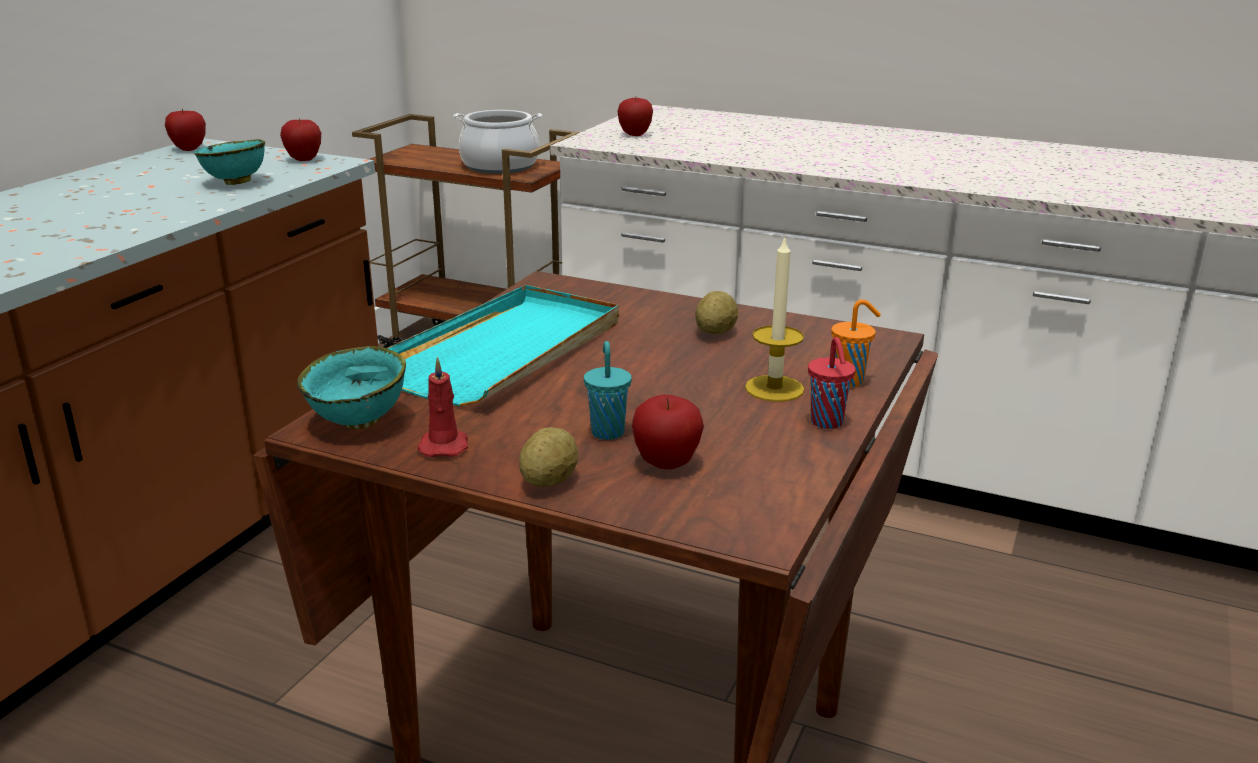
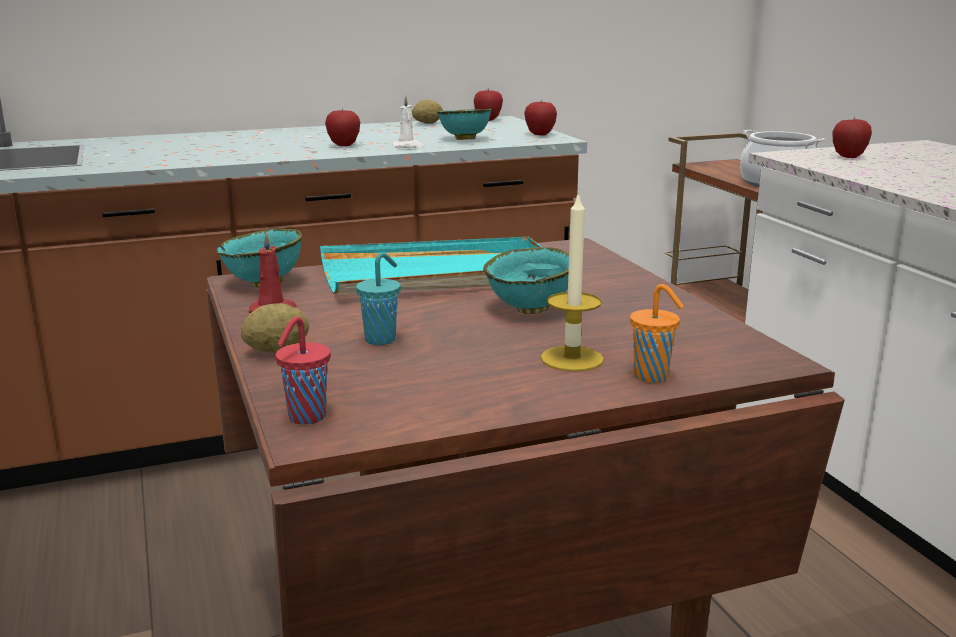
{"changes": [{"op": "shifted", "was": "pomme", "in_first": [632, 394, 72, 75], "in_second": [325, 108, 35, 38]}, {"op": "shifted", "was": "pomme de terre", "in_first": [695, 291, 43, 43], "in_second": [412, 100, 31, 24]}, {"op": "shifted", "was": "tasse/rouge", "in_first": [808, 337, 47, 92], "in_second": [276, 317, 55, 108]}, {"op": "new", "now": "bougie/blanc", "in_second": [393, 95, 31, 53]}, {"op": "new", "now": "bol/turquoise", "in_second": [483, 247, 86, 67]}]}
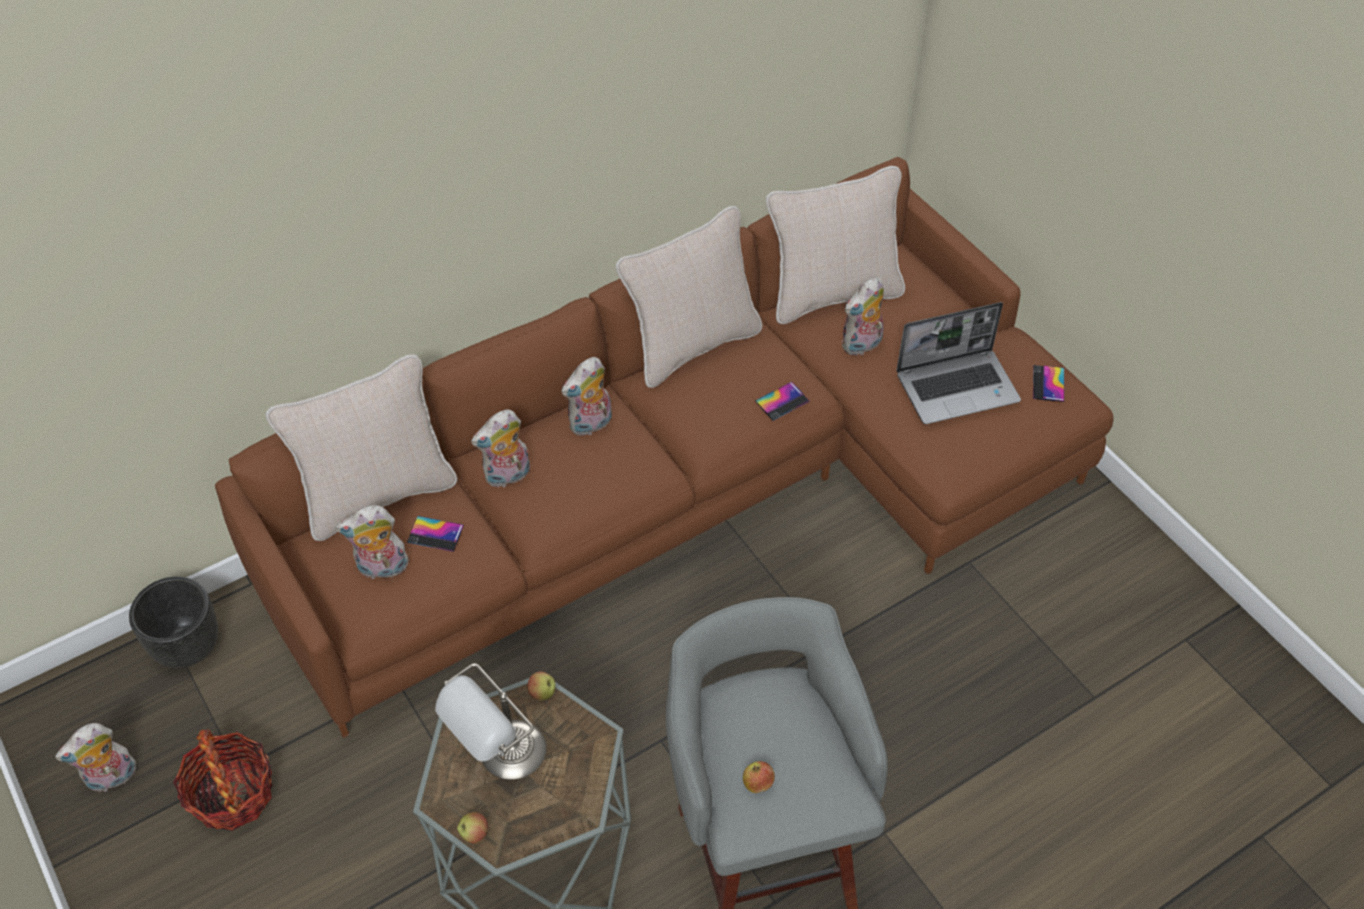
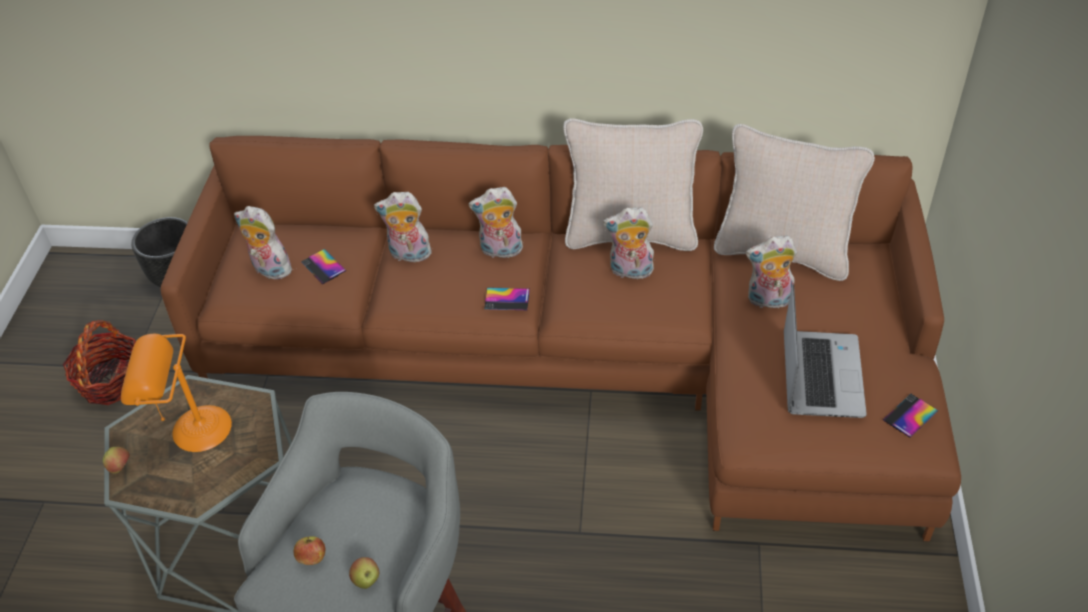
{"changes": [{"op": "shifted", "was": "peluche", "in_first": [55, 723, 81, 69], "in_second": [603, 207, 52, 72]}, {"op": "gone", "was": "coussin/beige", "in_first": [266, 354, 191, 187]}, {"op": "repainted", "was": "lampe de table/blanc", "now": "lampe de table/orange", "in_first": [435, 663, 112, 117], "in_second": [121, 334, 111, 118]}, {"op": "shifted", "was": "pomme", "in_first": [527, 671, 28, 29], "in_second": [349, 557, 30, 32]}, {"op": "shifted", "was": "téléphone", "in_first": [755, 381, 55, 40], "in_second": [484, 287, 46, 23]}, {"op": "rotated", "was": "ordinateur portable", "in_first": [896, 302, 125, 122], "in_second": [784, 284, 83, 134], "clockwise": -105}]}
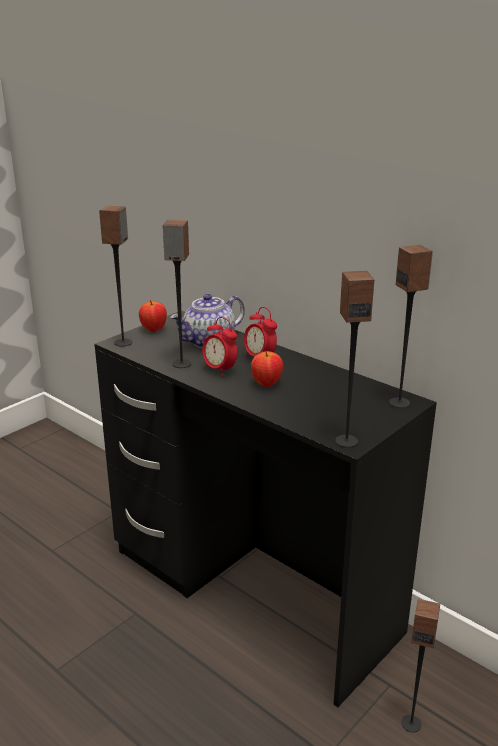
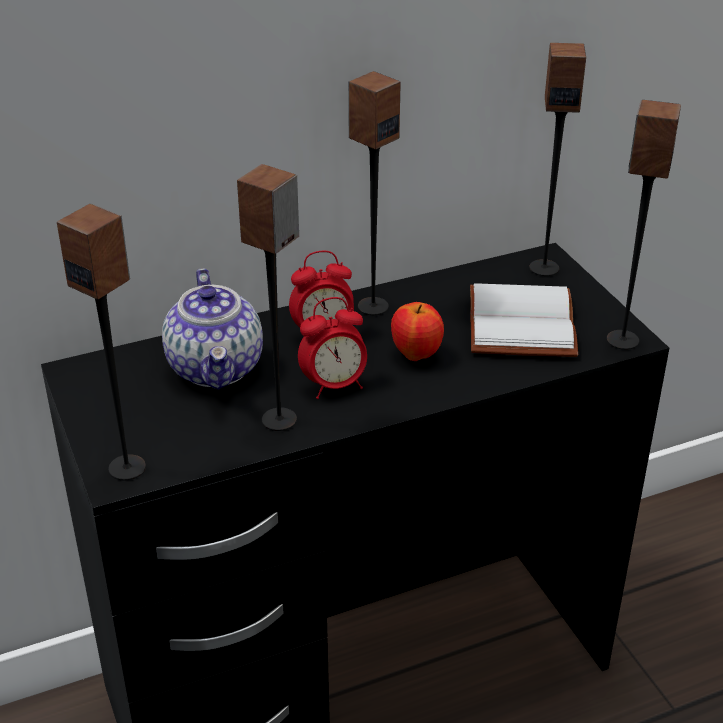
{"changes": [{"op": "gone", "was": "pomme", "in_first": [139, 300, 28, 32]}, {"op": "shifted", "was": "enceinte", "in_first": [401, 599, 39, 133], "in_second": [348, 71, 53, 244]}, {"op": "new", "now": "livre/blanc", "in_second": [470, 283, 108, 74]}]}
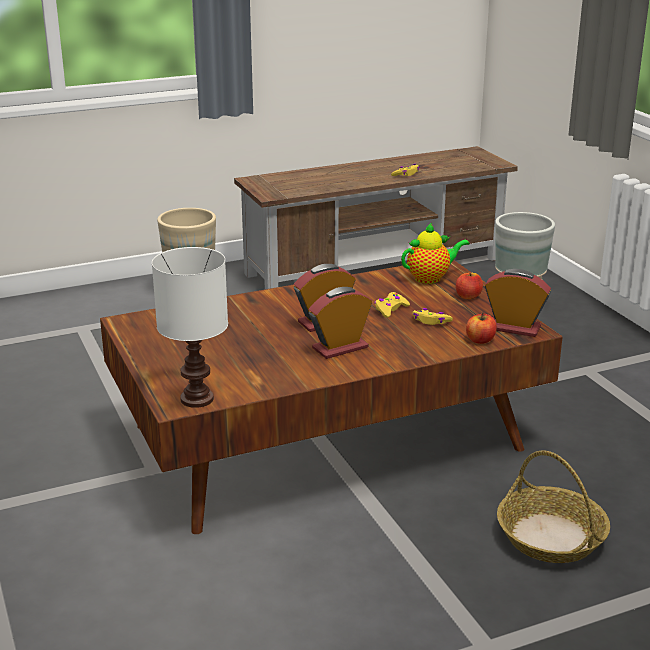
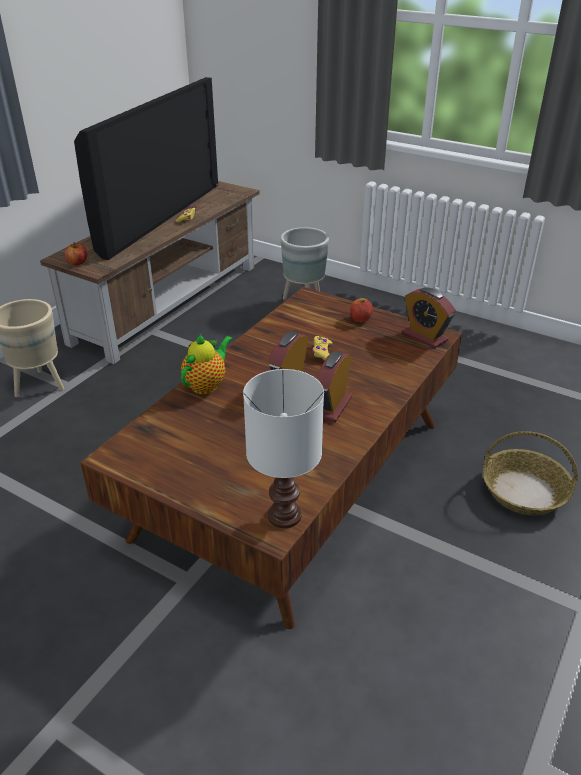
{"changes": [{"op": "shifted", "was": "théière", "in_first": [401, 223, 69, 61], "in_second": [181, 334, 52, 60]}, {"op": "gone", "was": "manette/jaune", "in_first": [413, 308, 40, 17]}, {"op": "shifted", "was": "pomme", "in_first": [466, 312, 31, 32], "in_second": [65, 242, 22, 23]}, {"op": "rotated", "was": "réveil", "in_first": [485, 269, 66, 68], "in_second": [403, 287, 53, 61], "clockwise": -120}, {"op": "new", "now": "téléviseur", "in_second": [74, 77, 144, 183]}]}
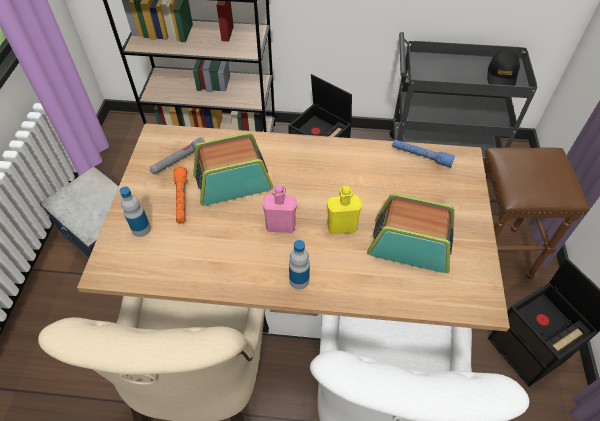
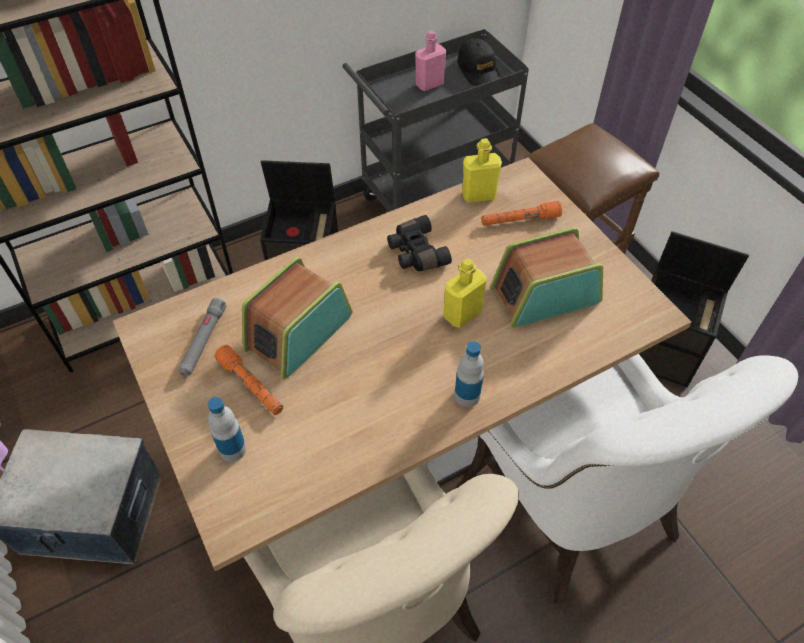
{"changes": [{"op": "shifted", "was": "bouteille/rose", "in_first": [262, 185, 35, 48], "in_second": [415, 31, 31, 60]}, {"op": "swapped", "was": "lampe de poche/bleu", "now": "bouteille/jaune", "in_first": [392, 140, 63, 28], "in_second": [462, 138, 40, 65]}, {"op": "new", "now": "jumelles/noir", "in_second": [387, 215, 65, 56]}, {"op": "new", "now": "lampe de poche/orange", "in_second": [481, 201, 81, 25]}]}
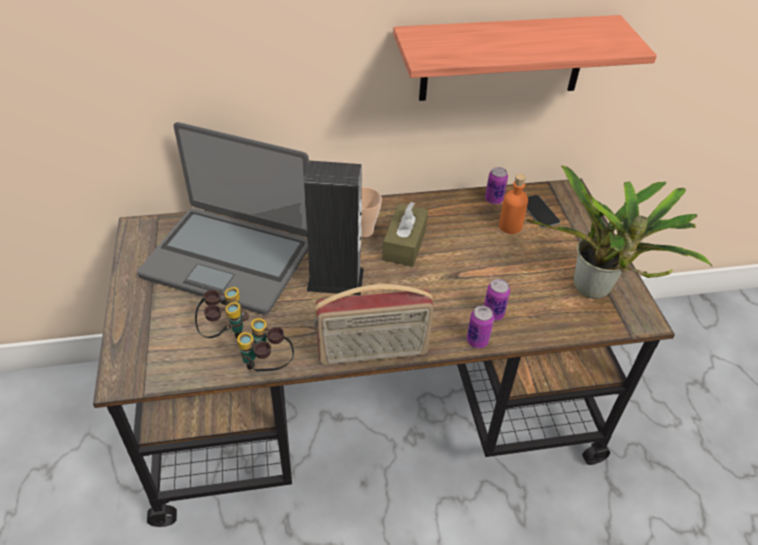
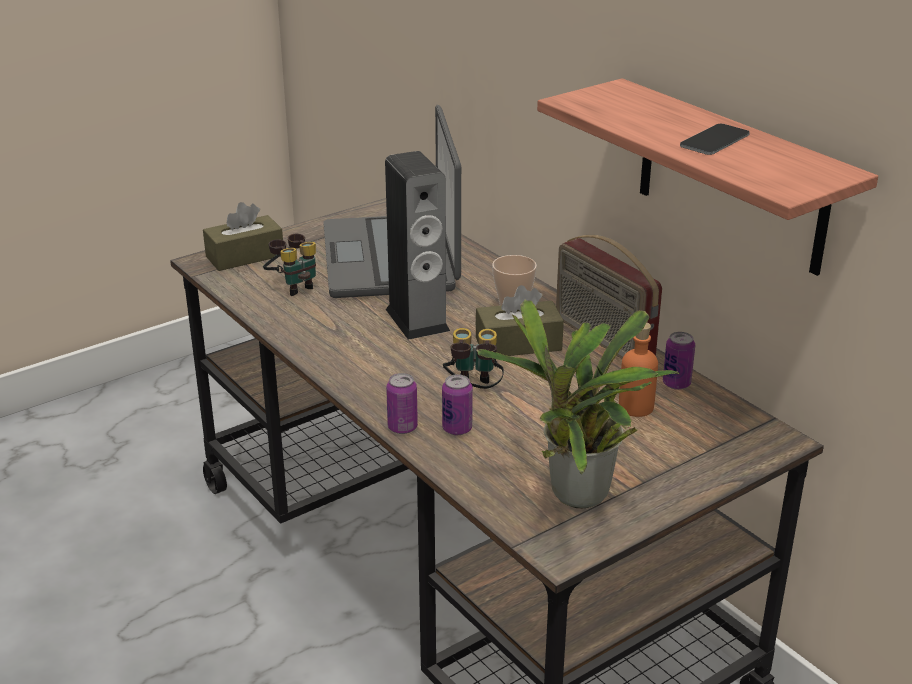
{"changes": [{"op": "shifted", "was": "jumelles", "in_first": [237, 318, 57, 53], "in_second": [443, 328, 61, 61]}, {"op": "shifted", "was": "radio", "in_first": [314, 284, 119, 81], "in_second": [556, 235, 106, 124]}, {"op": "shifted", "was": "téléphone", "in_first": [526, 195, 34, 33], "in_second": [680, 124, 70, 31]}, {"op": "new", "now": "boîte à mouchoirs/marron", "in_second": [203, 202, 80, 69]}]}
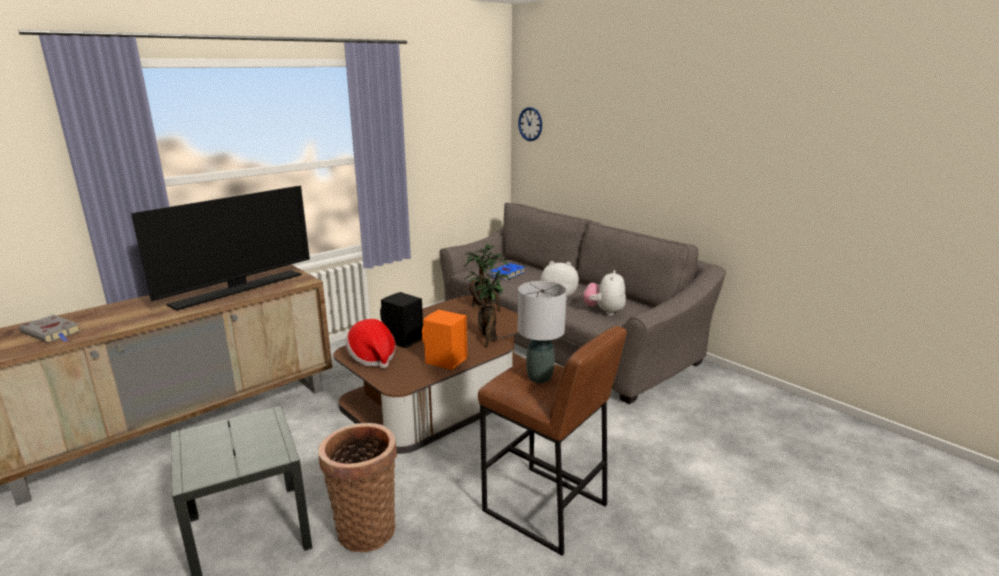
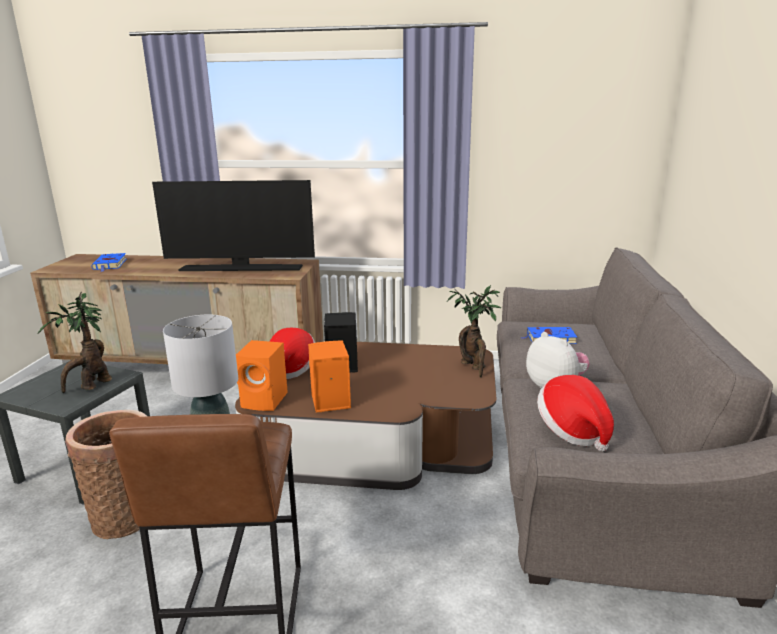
{"changes": [{"op": "repainted", "was": "livre/gris", "now": "livre/bleu", "in_first": [19, 315, 62, 28], "in_second": [92, 253, 35, 19]}, {"op": "shifted", "was": "plante en pot", "in_first": [464, 270, 47, 77], "in_second": [38, 292, 74, 101]}, {"op": "gone", "was": "horloge murale", "in_first": [518, 107, 24, 34]}, {"op": "swapped", "was": "peluche", "now": "chapeau", "in_first": [583, 270, 43, 45], "in_second": [537, 375, 77, 76]}, {"op": "new", "now": "enceinte/orange", "in_second": [236, 340, 52, 71]}]}
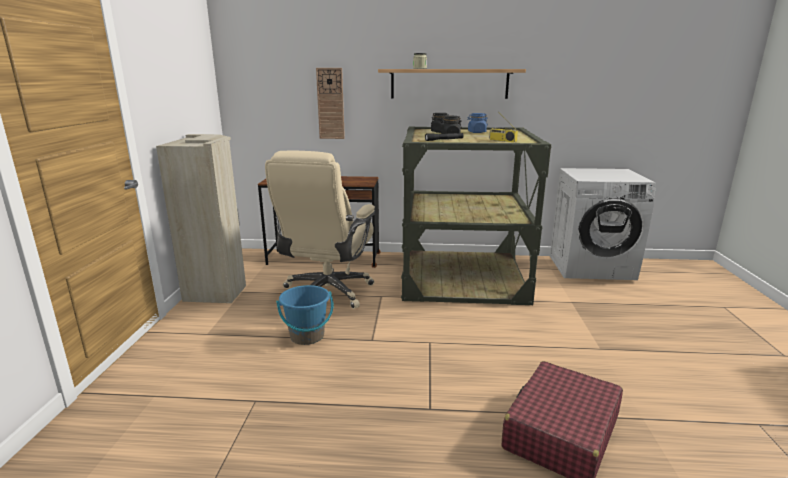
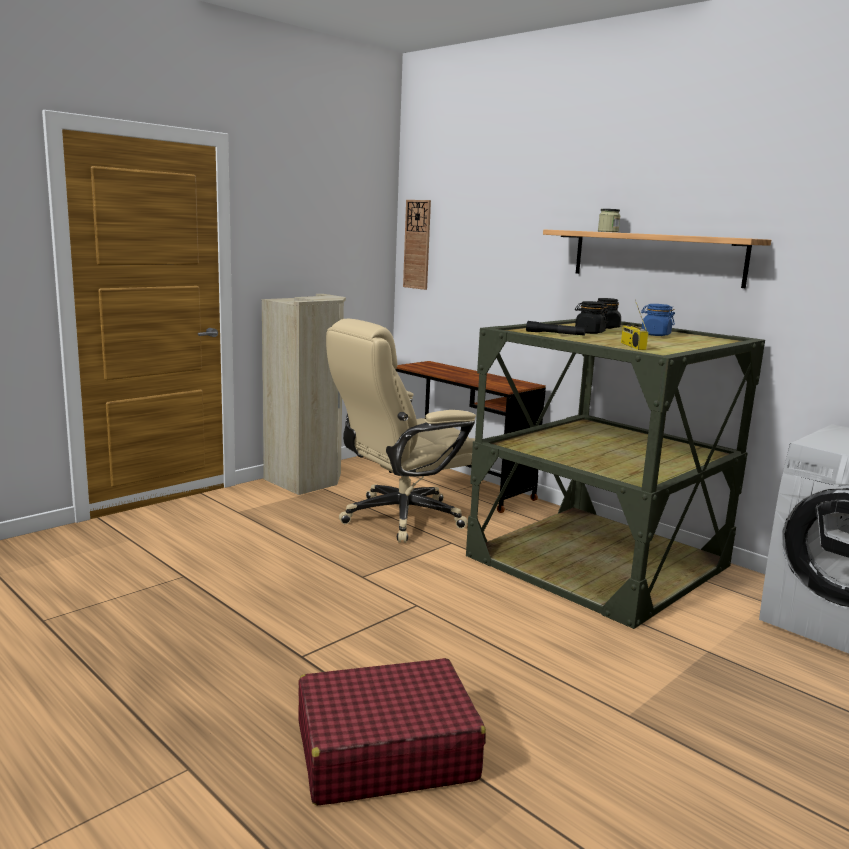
{"changes": [{"op": "gone", "was": "seau/bleu", "in_first": [276, 285, 58, 60]}, {"op": "shifted", "was": "horloge murale", "in_first": [316, 68, 29, 71], "in_second": [403, 200, 28, 90]}]}
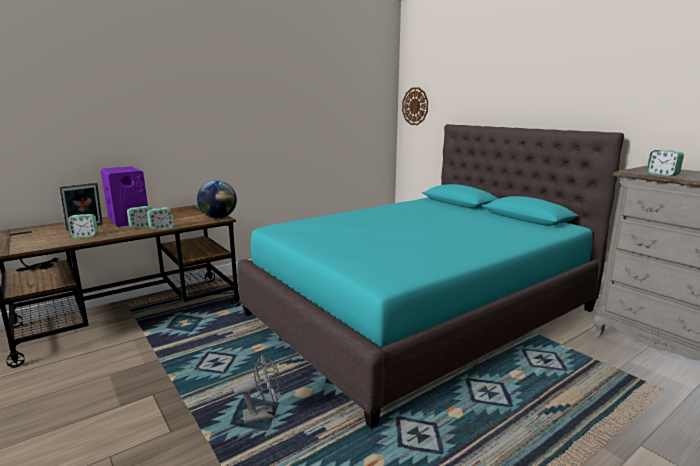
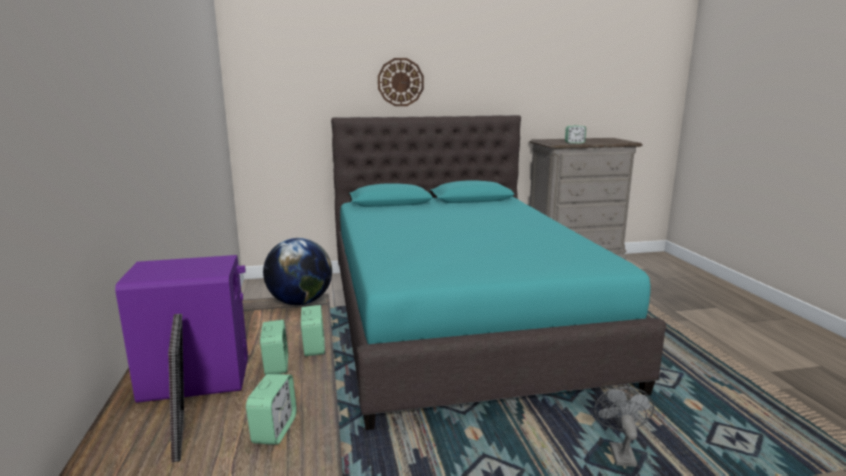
{"changes": [{"op": "shifted", "was": "horloge murale", "in_first": [402, 87, 26, 38], "in_second": [378, 58, 46, 48]}]}
